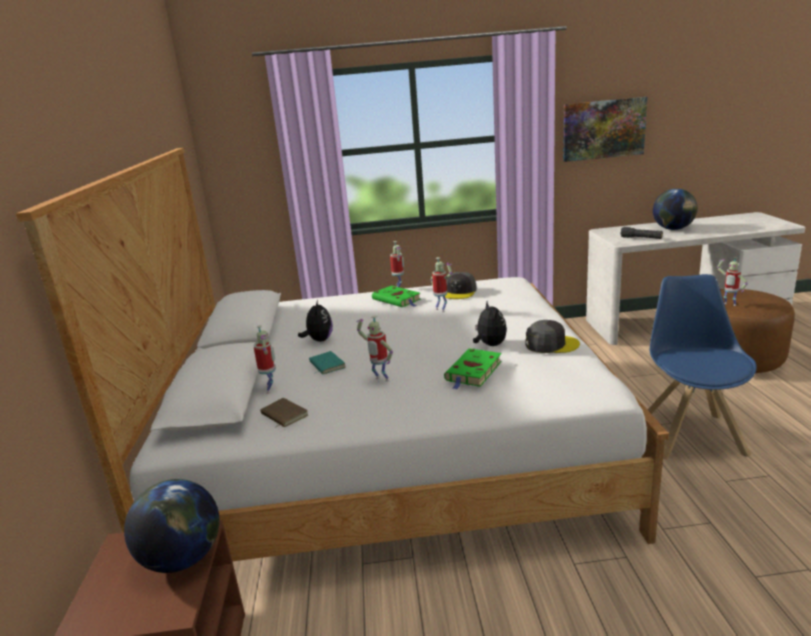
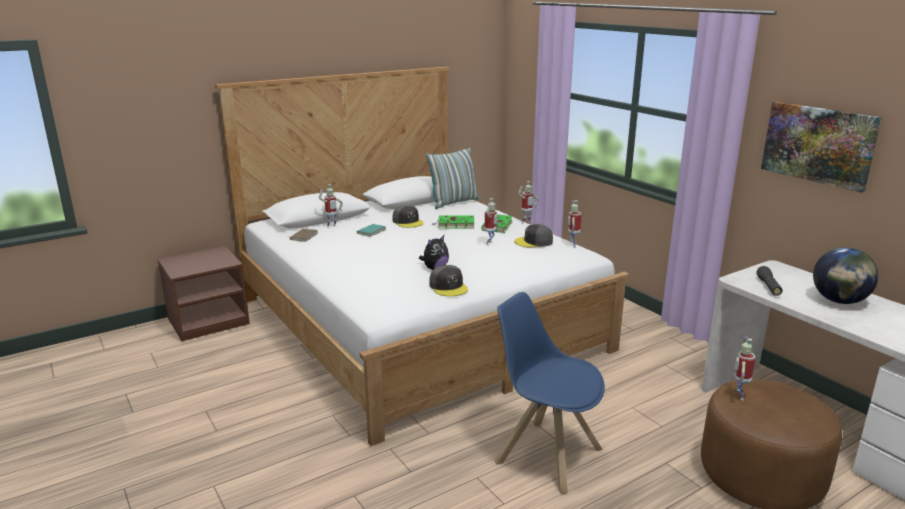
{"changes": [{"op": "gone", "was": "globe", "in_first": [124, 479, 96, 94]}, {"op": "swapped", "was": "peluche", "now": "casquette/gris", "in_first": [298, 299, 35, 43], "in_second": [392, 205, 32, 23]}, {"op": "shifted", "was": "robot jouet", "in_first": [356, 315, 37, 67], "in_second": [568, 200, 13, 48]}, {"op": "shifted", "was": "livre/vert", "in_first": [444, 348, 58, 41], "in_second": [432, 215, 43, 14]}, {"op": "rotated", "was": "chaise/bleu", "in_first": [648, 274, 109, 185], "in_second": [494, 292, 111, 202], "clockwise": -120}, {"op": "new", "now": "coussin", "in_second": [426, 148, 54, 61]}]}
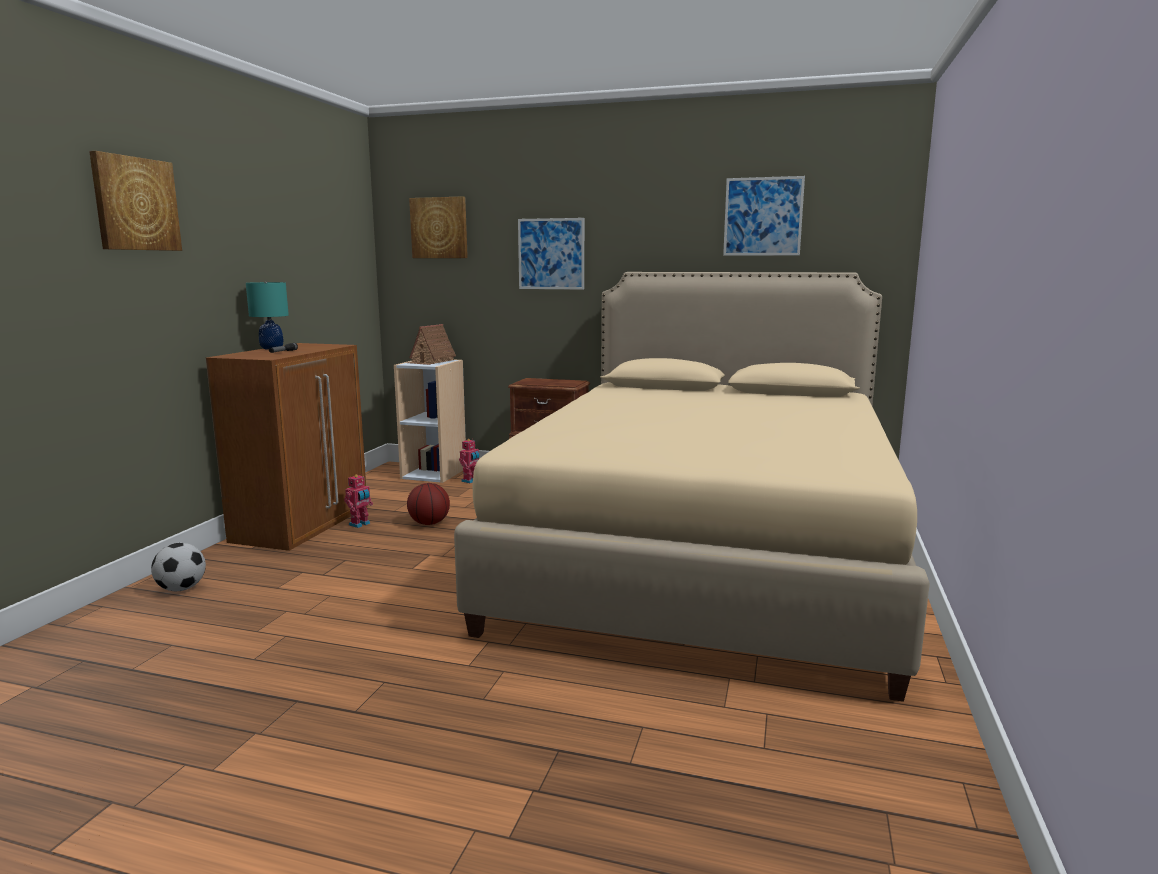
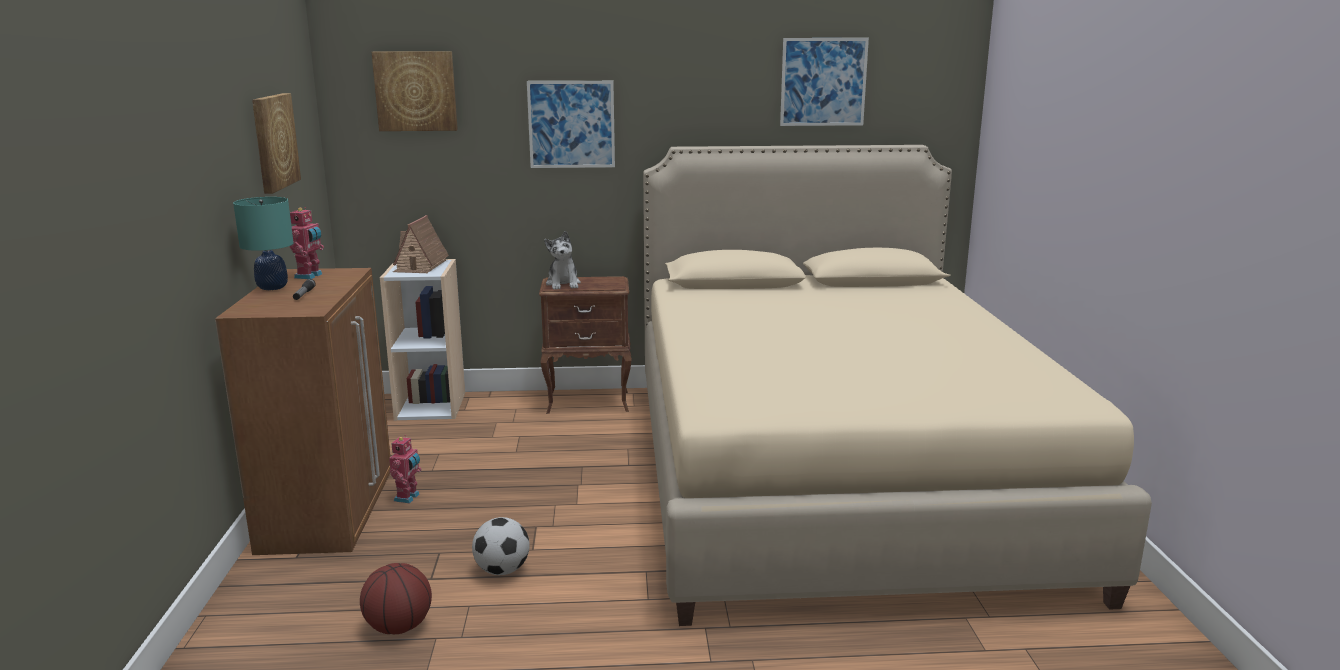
{"changes": [{"op": "shifted", "was": "tableau", "in_first": [89, 151, 93, 100], "in_second": [252, 93, 49, 101]}, {"op": "shifted", "was": "ballon de foot", "in_first": [151, 543, 55, 48], "in_second": [472, 517, 58, 58]}, {"op": "shifted", "was": "ballon de basket", "in_first": [407, 483, 43, 42], "in_second": [360, 563, 72, 71]}, {"op": "shifted", "was": "robot jouet", "in_first": [459, 439, 20, 44], "in_second": [290, 207, 34, 72]}, {"op": "new", "now": "peluche", "in_second": [544, 231, 37, 59]}]}
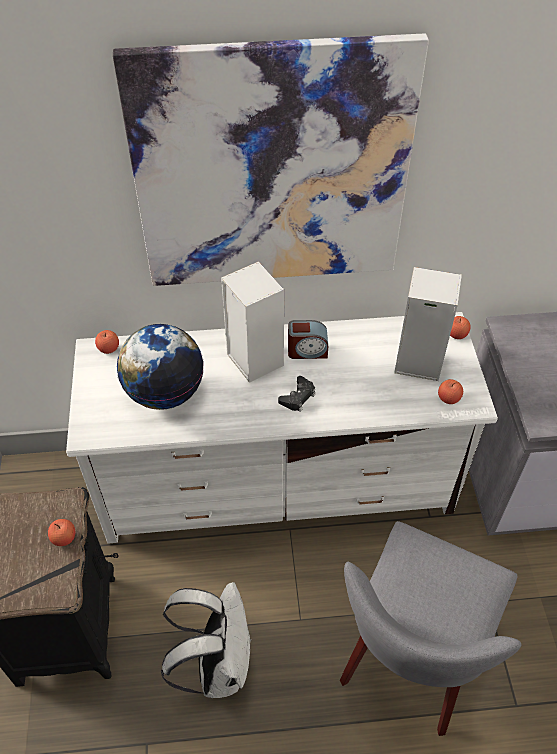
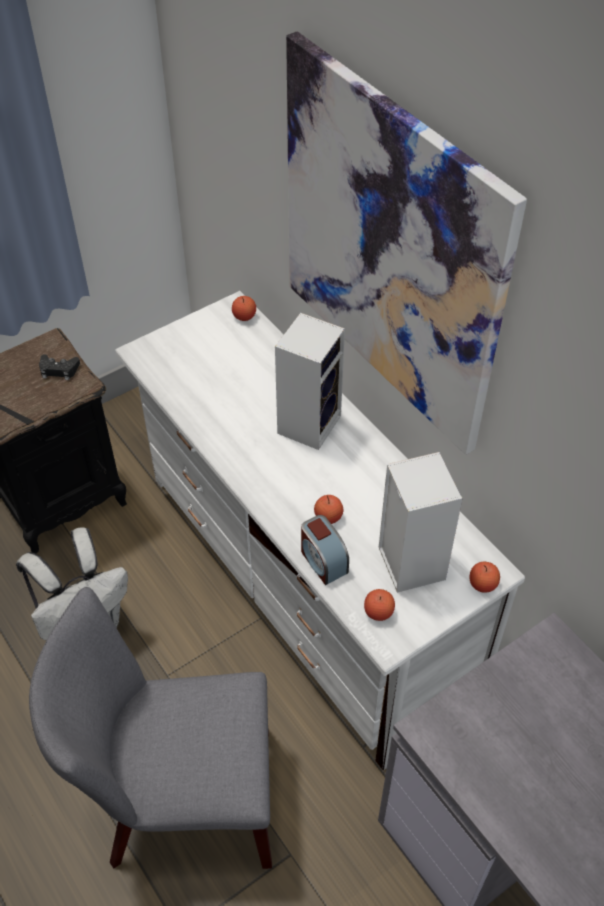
{"changes": [{"op": "shifted", "was": "pomme", "in_first": [48, 519, 27, 27], "in_second": [314, 495, 29, 29]}, {"op": "gone", "was": "globe", "in_first": [117, 324, 87, 86]}, {"op": "shifted", "was": "manette/noir", "in_first": [278, 376, 37, 36], "in_second": [39, 354, 41, 26]}, {"op": "shifted", "was": "réveil", "in_first": [288, 320, 40, 39], "in_second": [301, 515, 48, 70]}]}
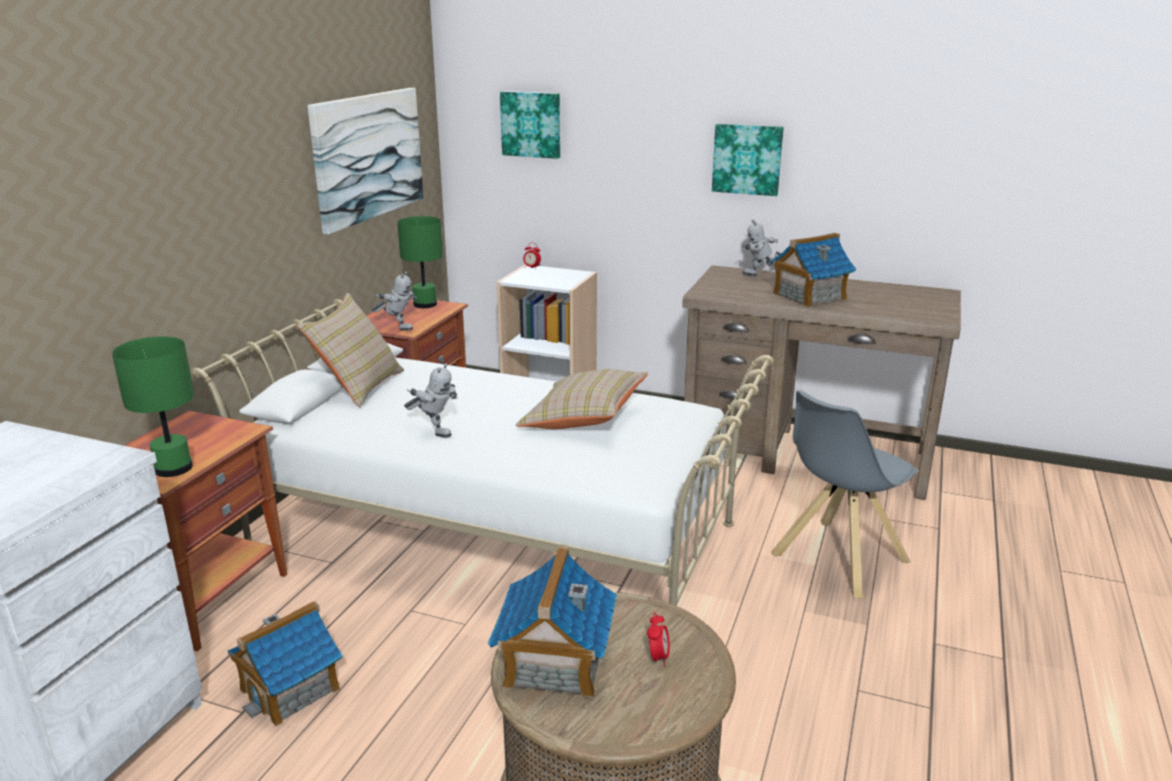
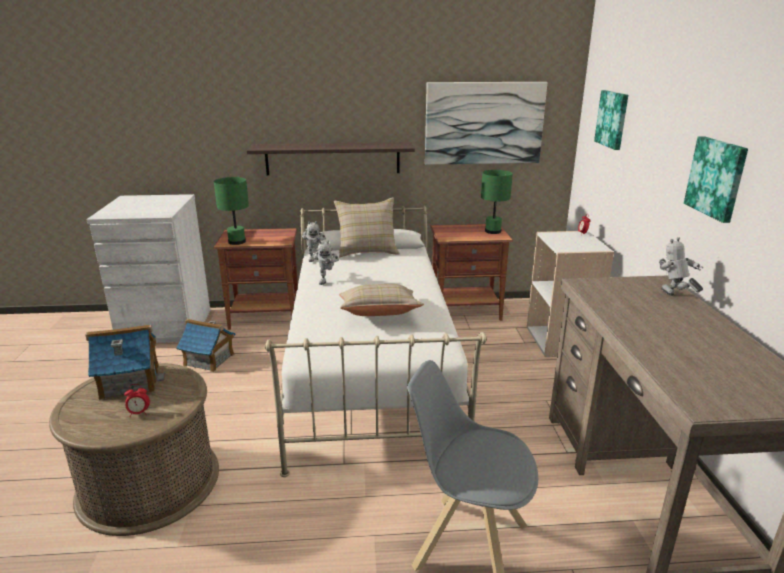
{"changes": [{"op": "shifted", "was": "robot jouet", "in_first": [372, 271, 45, 60], "in_second": [302, 221, 24, 41]}, {"op": "gone", "was": "maison miniature", "in_first": [770, 233, 86, 75]}, {"op": "new", "now": "étagère", "in_second": [247, 142, 168, 33]}]}
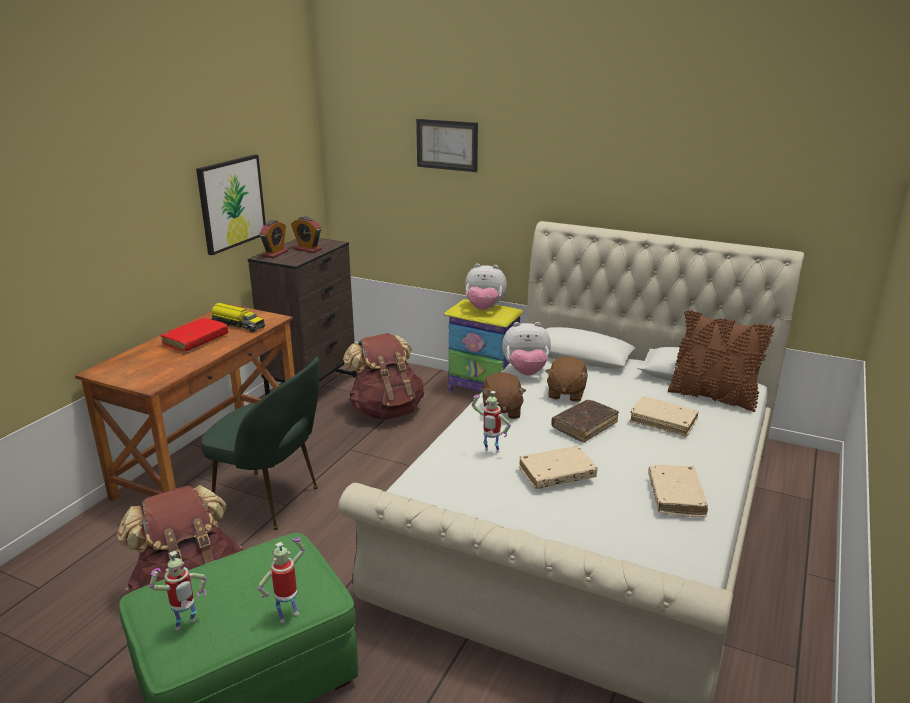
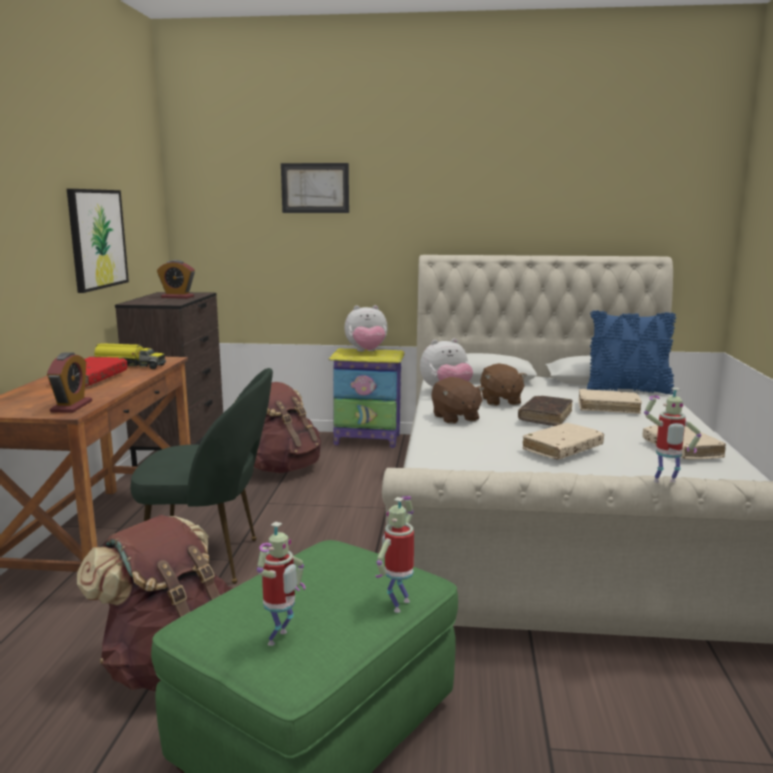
{"changes": [{"op": "shifted", "was": "réveil", "in_first": [259, 220, 29, 38], "in_second": [47, 352, 45, 61]}, {"op": "shifted", "was": "robot jouet", "in_first": [471, 391, 40, 62], "in_second": [644, 388, 58, 94]}, {"op": "repainted", "was": "coussin/marron", "now": "coussin/bleu", "in_first": [668, 310, 106, 102], "in_second": [587, 310, 89, 85]}]}
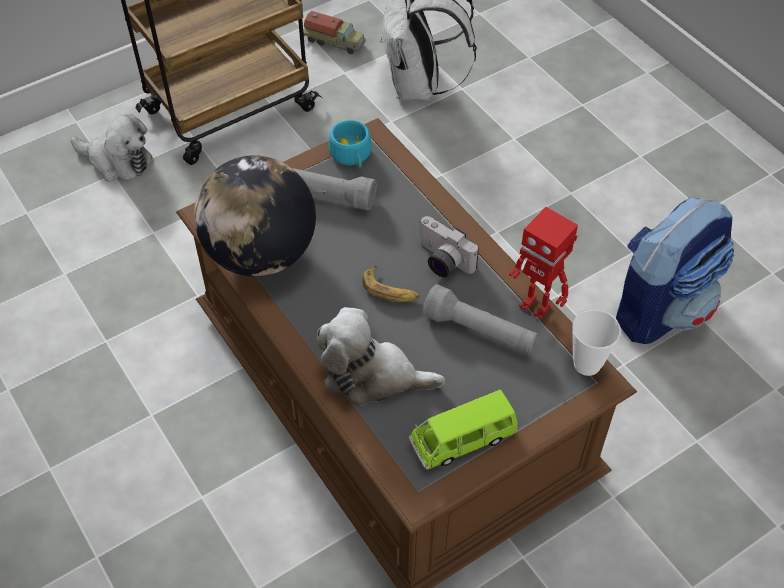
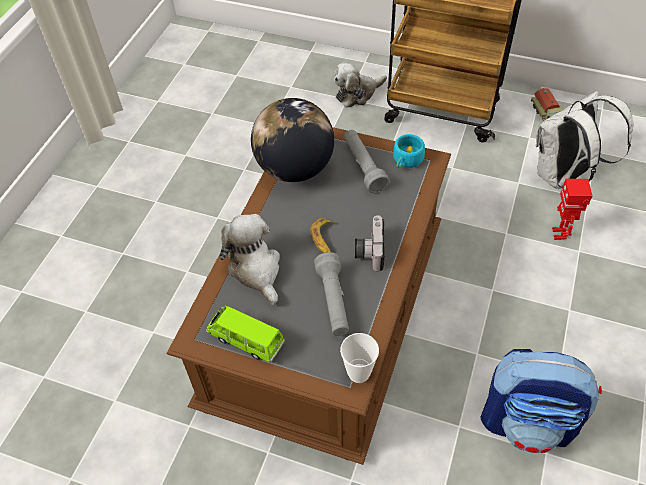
{"changes": [{"op": "rotated", "was": "peluche", "in_first": [70, 114, 83, 67], "in_second": [334, 62, 53, 46], "clockwise": 75}, {"op": "shifted", "was": "robot jouet", "in_first": [509, 207, 69, 113], "in_second": [552, 179, 40, 61]}]}
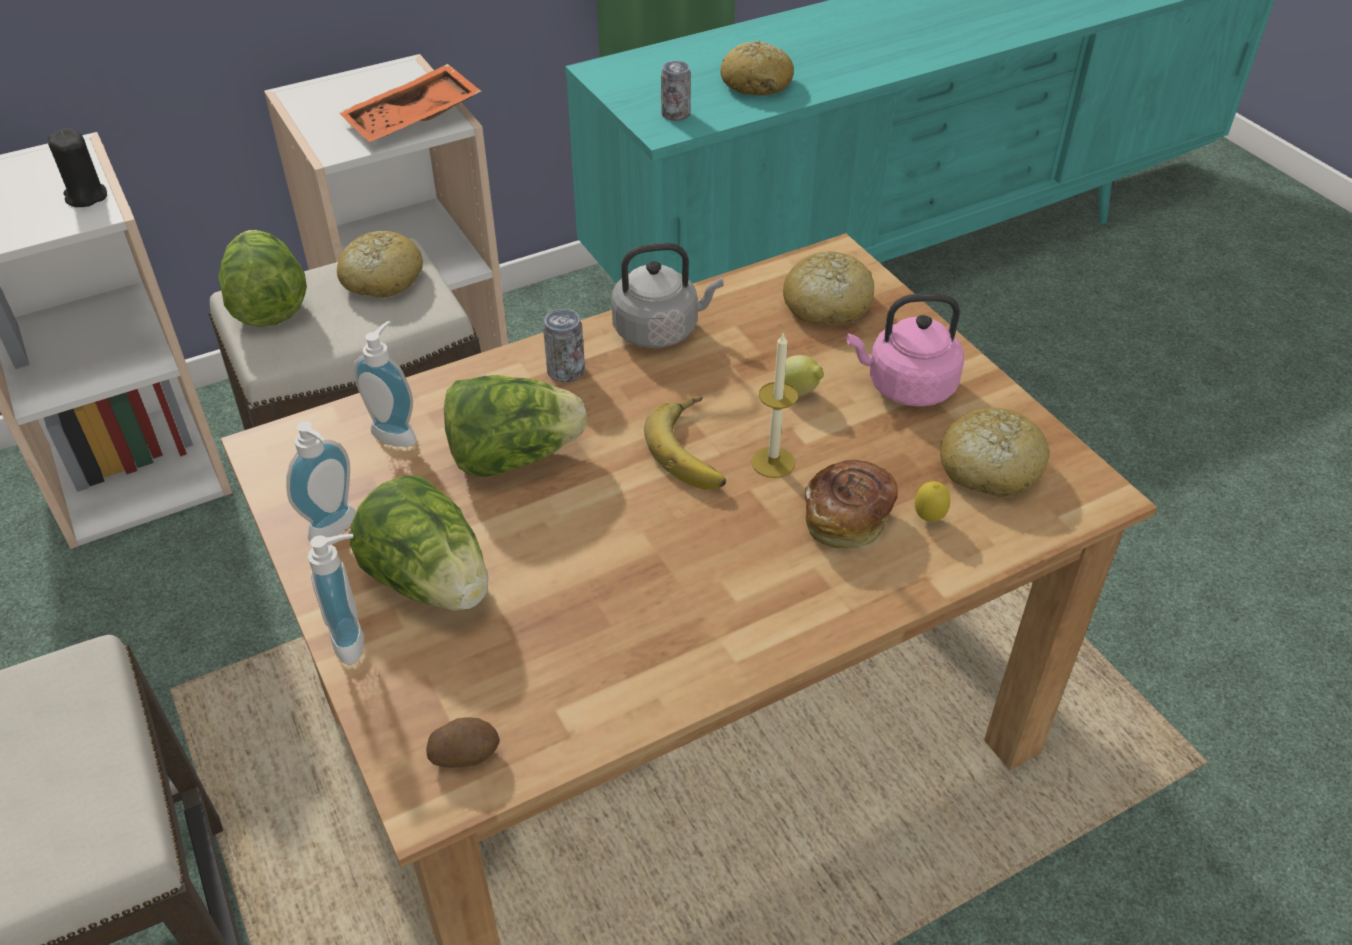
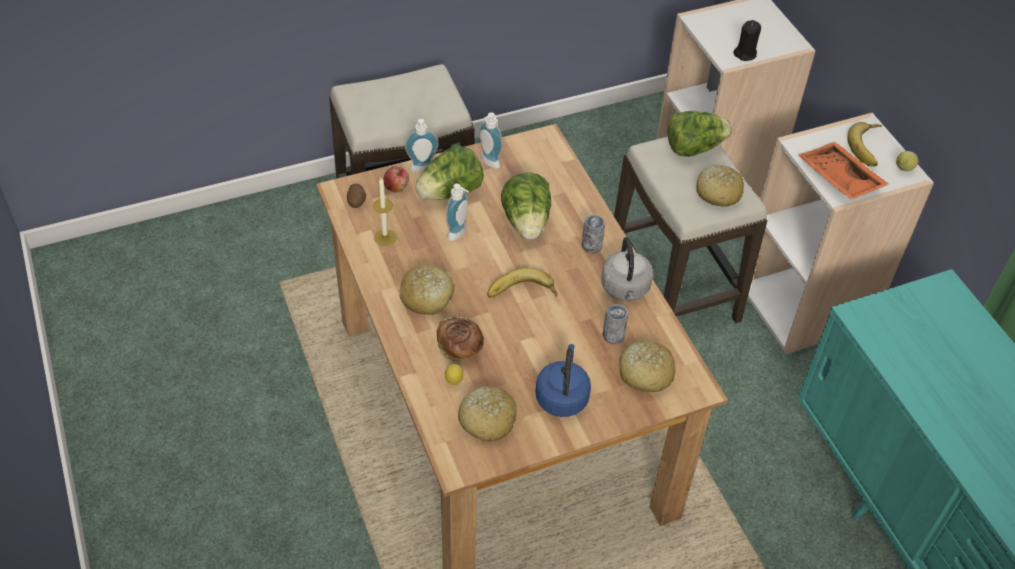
{"changes": [{"op": "shifted", "was": "distributeur de savon", "in_first": [353, 321, 64, 126], "in_second": [446, 183, 23, 58]}, {"op": "shifted", "was": "boîte métallique", "in_first": [661, 61, 30, 60], "in_second": [603, 304, 25, 40]}, {"op": "shifted", "was": "pain", "in_first": [720, 40, 74, 56], "in_second": [400, 265, 54, 50]}, {"op": "shifted", "was": "bougie", "in_first": [751, 331, 47, 147], "in_second": [373, 178, 24, 68]}, {"op": "shifted", "was": "citron", "in_first": [784, 355, 40, 42], "in_second": [896, 151, 22, 20]}, {"op": "repainted", "was": "bouilloire/rose", "now": "bouilloire/bleu", "in_first": [846, 293, 118, 114], "in_second": [536, 344, 55, 73]}, {"op": "new", "now": "pomme", "in_second": [383, 166, 26, 26]}, {"op": "new", "now": "banane", "in_second": [848, 122, 34, 44]}]}
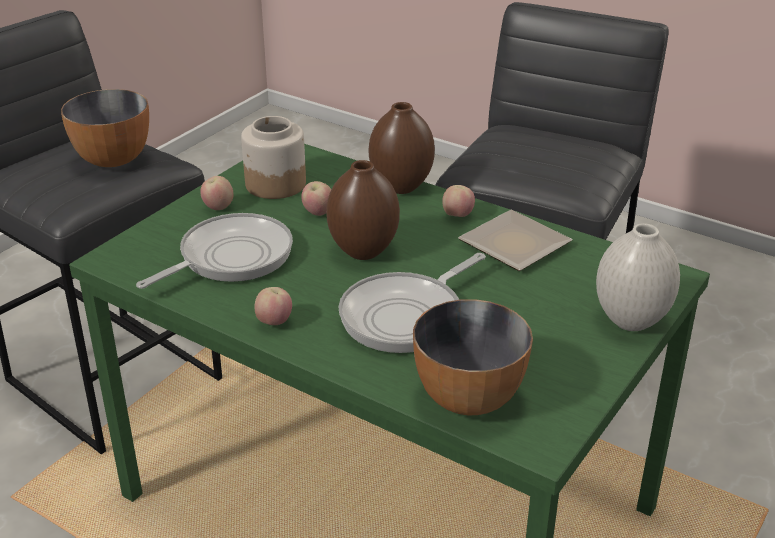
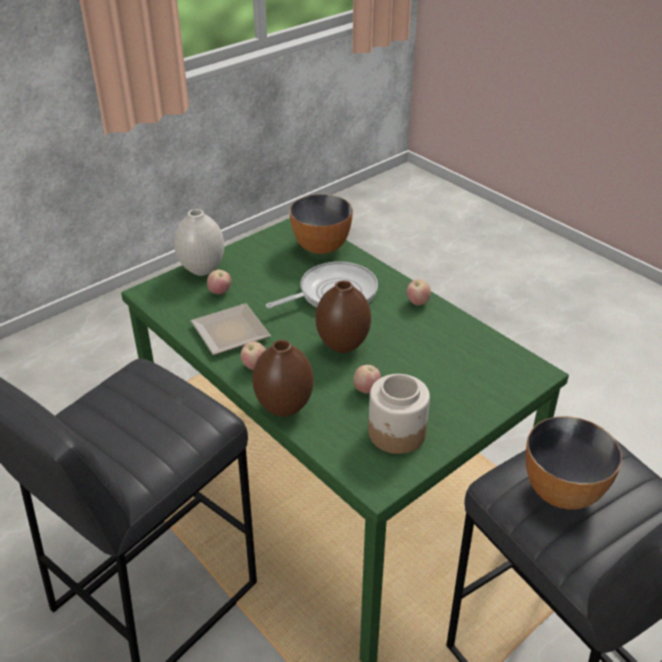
{"changes": [{"op": "gone", "was": "poêle", "in_first": [136, 213, 157, 76]}, {"op": "shifted", "was": "pomme", "in_first": [200, 176, 33, 34], "in_second": [207, 270, 24, 25]}]}
